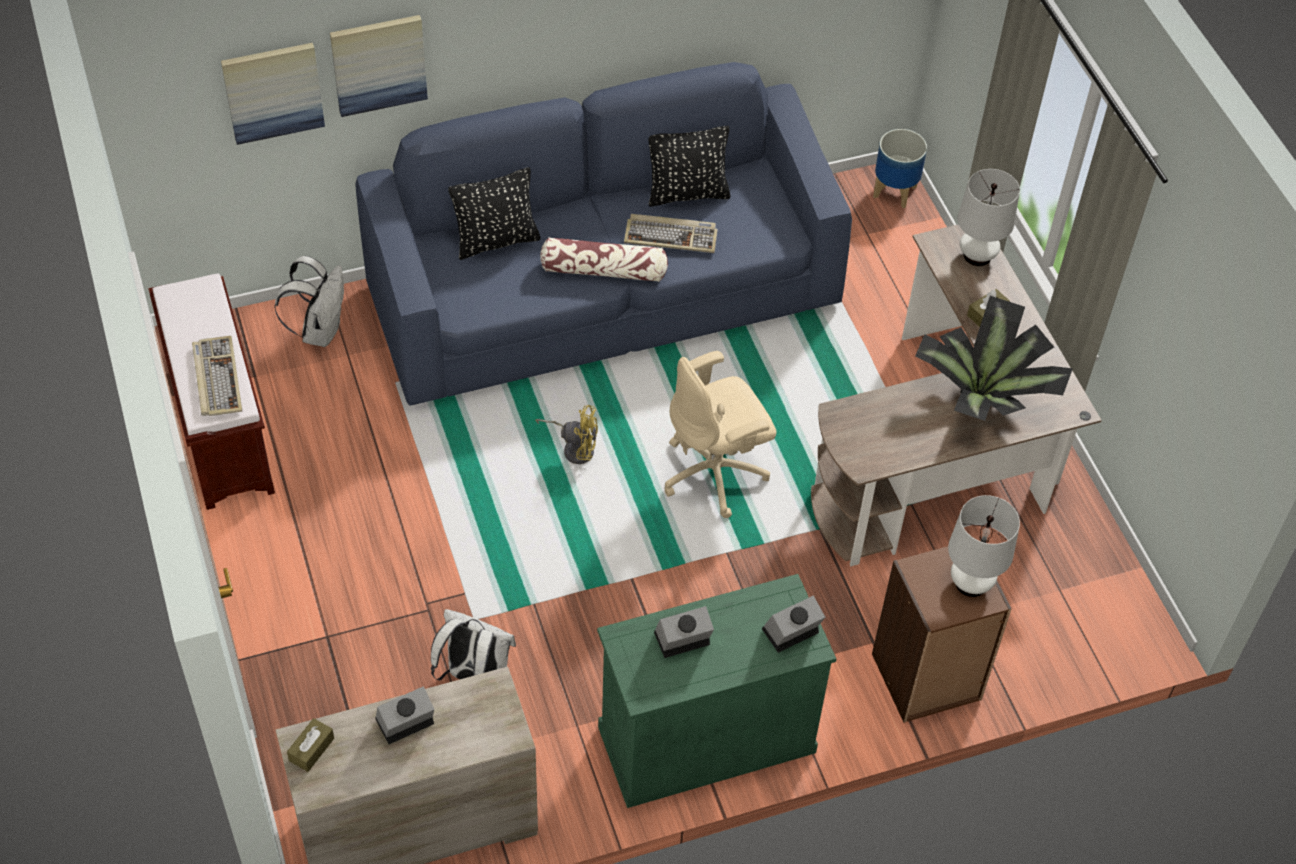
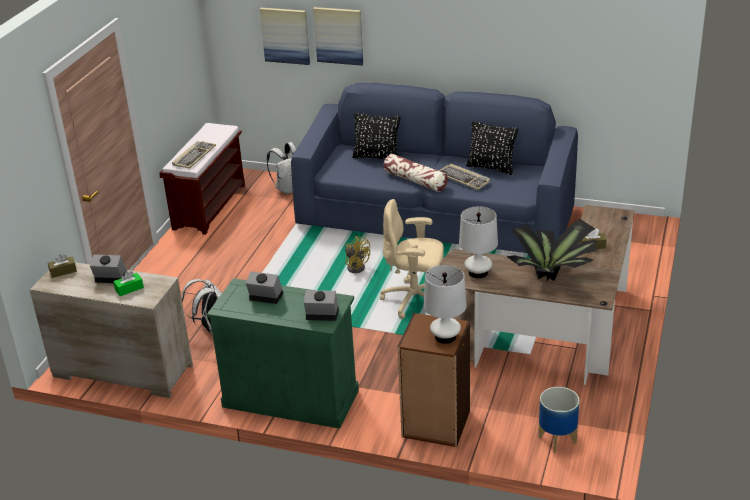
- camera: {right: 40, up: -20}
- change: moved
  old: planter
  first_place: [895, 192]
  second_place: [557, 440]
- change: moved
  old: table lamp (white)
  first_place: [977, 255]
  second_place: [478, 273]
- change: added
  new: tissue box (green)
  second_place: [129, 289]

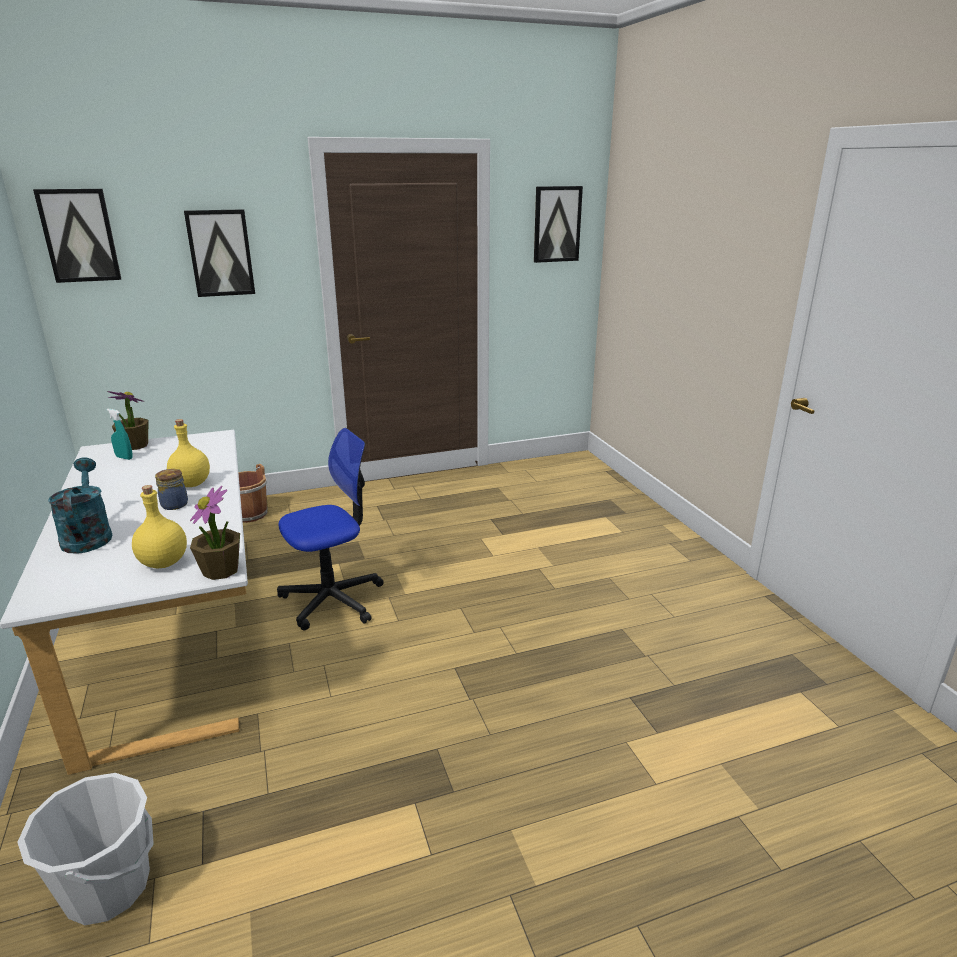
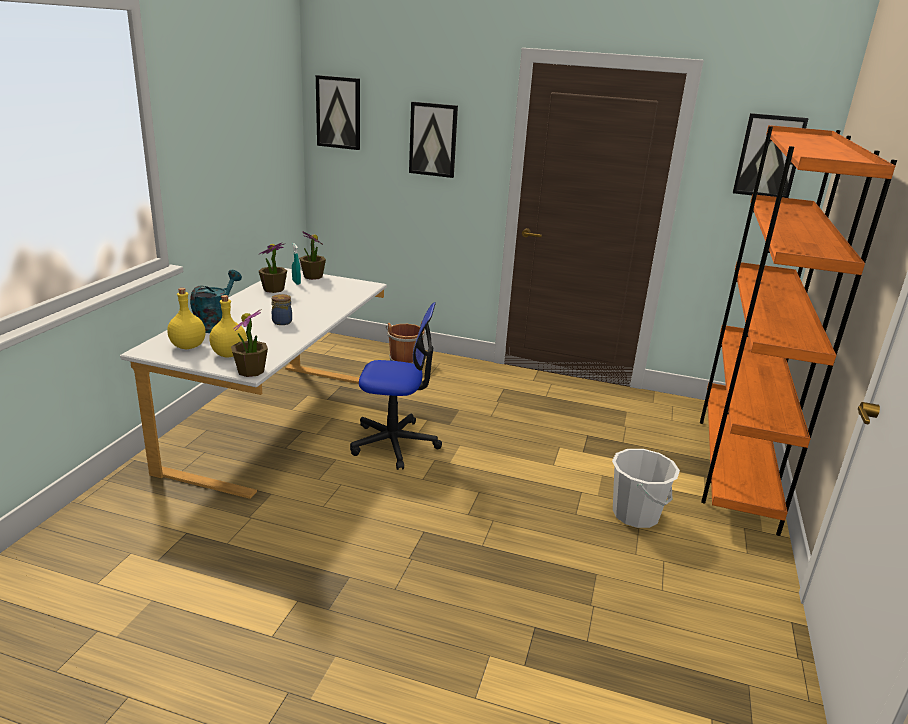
- camera: {right: 35, up: 0}
- change: moved
  old: bottle (yellow)
  first_place: [191, 484]
  second_place: [188, 346]
- change: moved
  old: bucket (white)
  first_place: [108, 888]
  second_place: [635, 515]
- change: added
  new: bookcase (orange)
  second_place: [735, 465]
- change: added
  new: potted plant
  second_place: [273, 289]

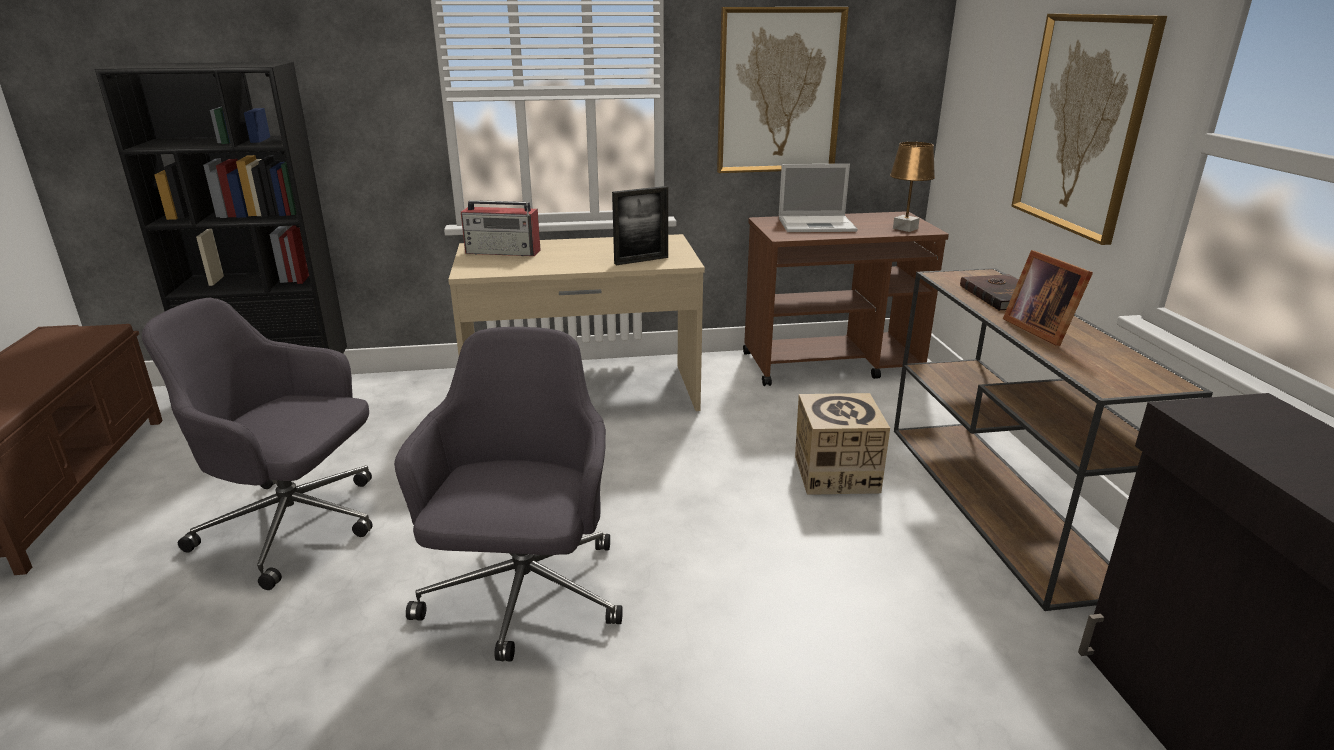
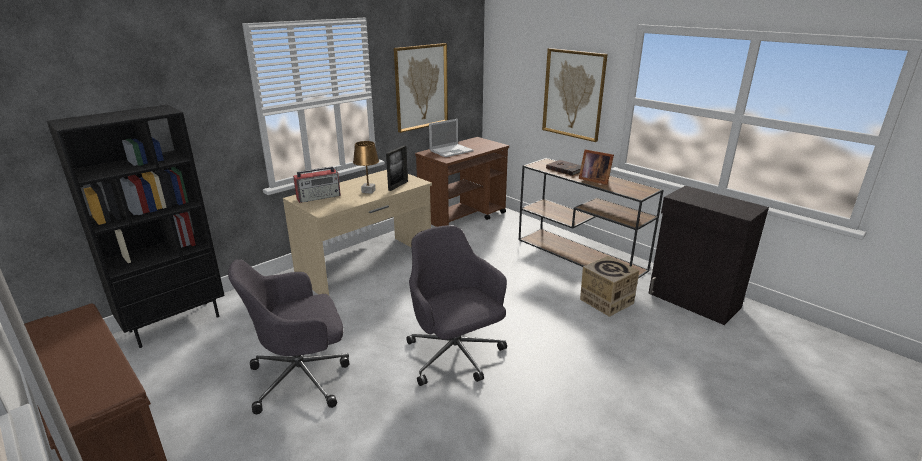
- camera: {right: -35, up: 0}
- change: moved
  old: table lamp (brown)
  first_place: [905, 228]
  second_place: [368, 191]
- change: moved
  old: cardboard box
  first_place: [835, 473]
  second_place: [606, 301]

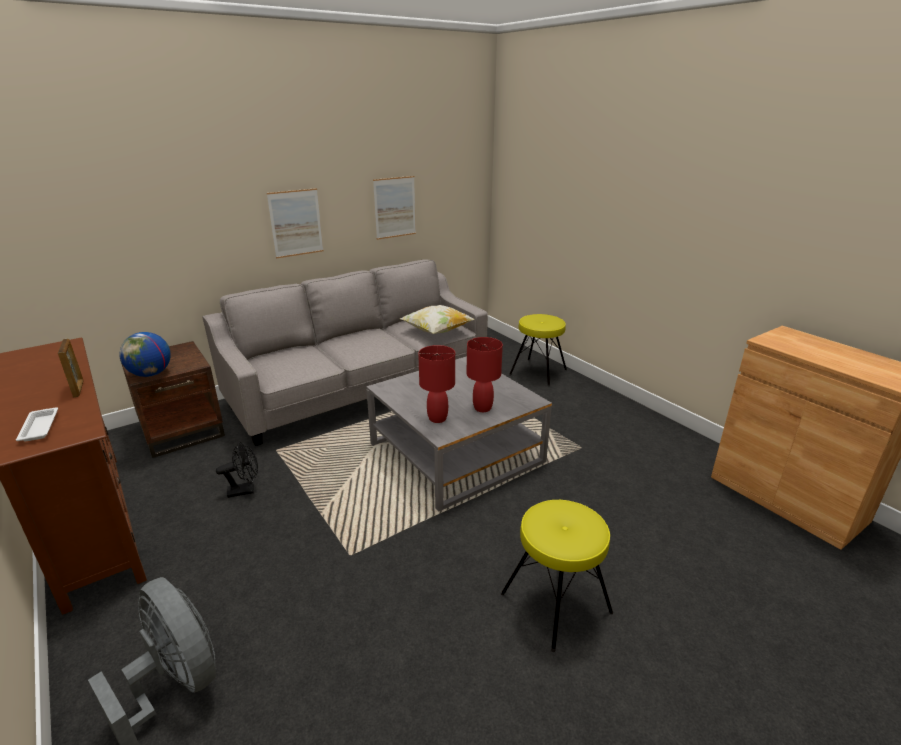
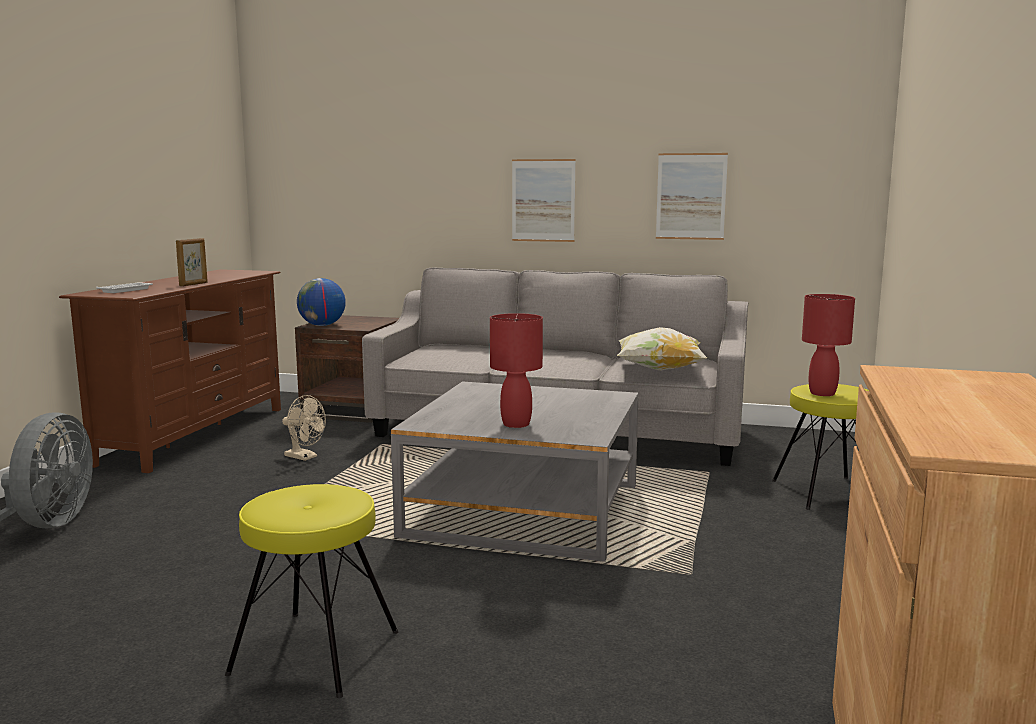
- camera: {right: 50, up: -15}
- change: moved
  old: table lamp (red)
  first_place: [437, 418]
  second_place: [821, 393]
- change: recoloured
  old: fan (black)
  new: fan (beige)
  first_place: [245, 490]
  second_place: [304, 457]

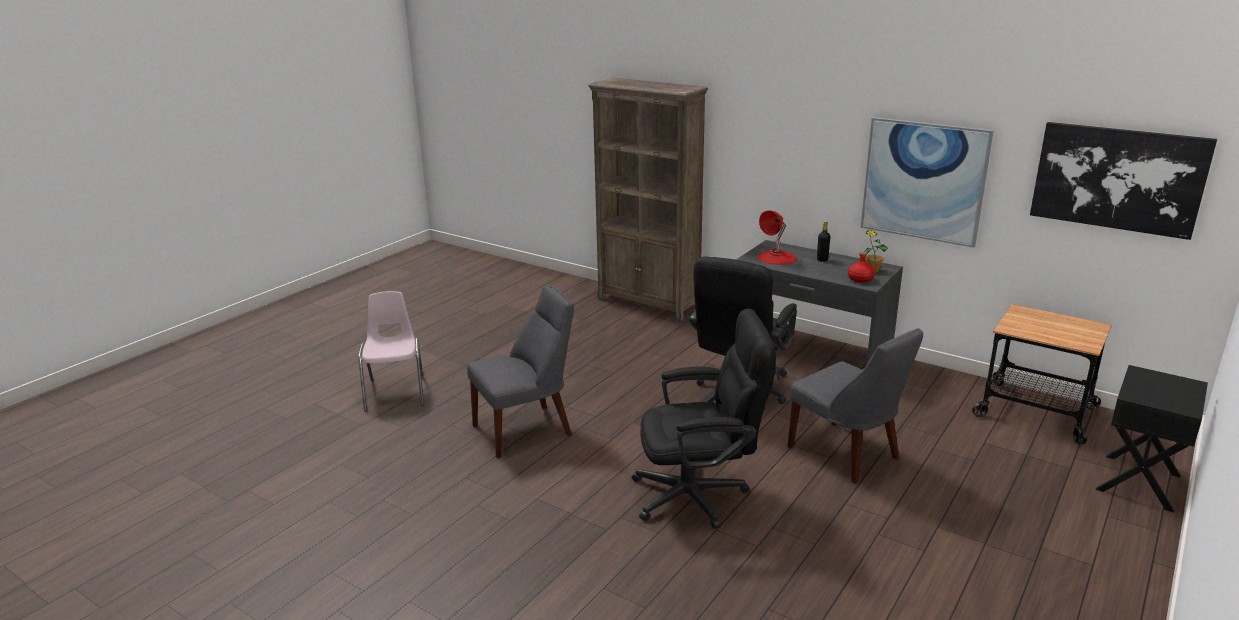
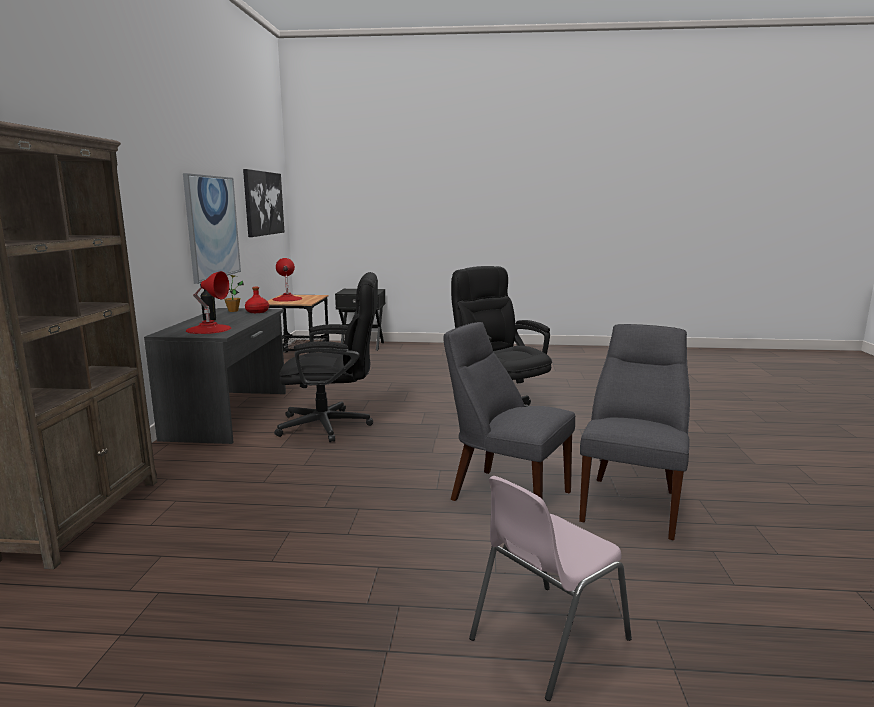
- camera: {right: -120, up: -10}
- change: moved
  old: chair (grey)
  first_place: [847, 455]
  second_place: [631, 503]
- change: added
  new: table lamp (red)
  second_place: [287, 299]

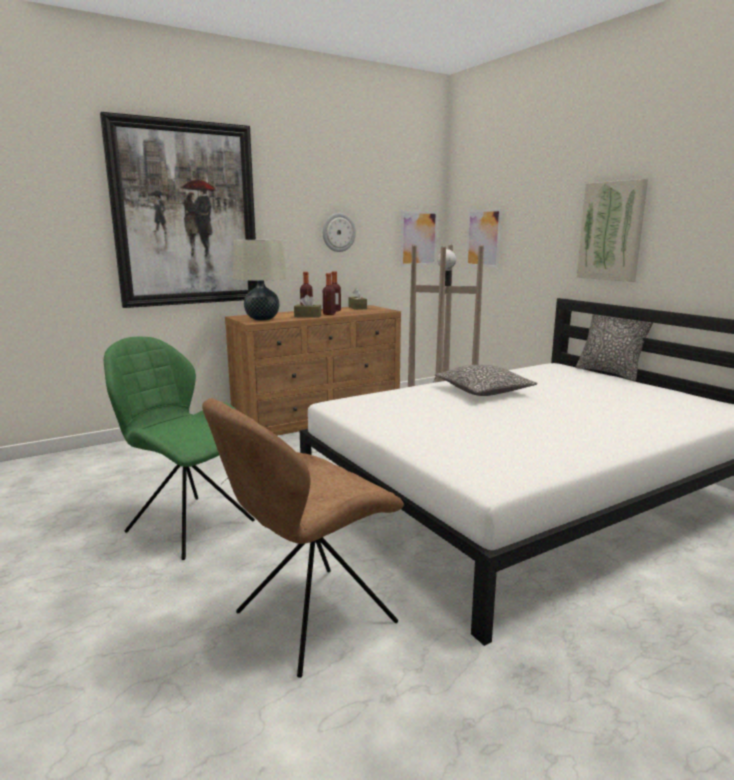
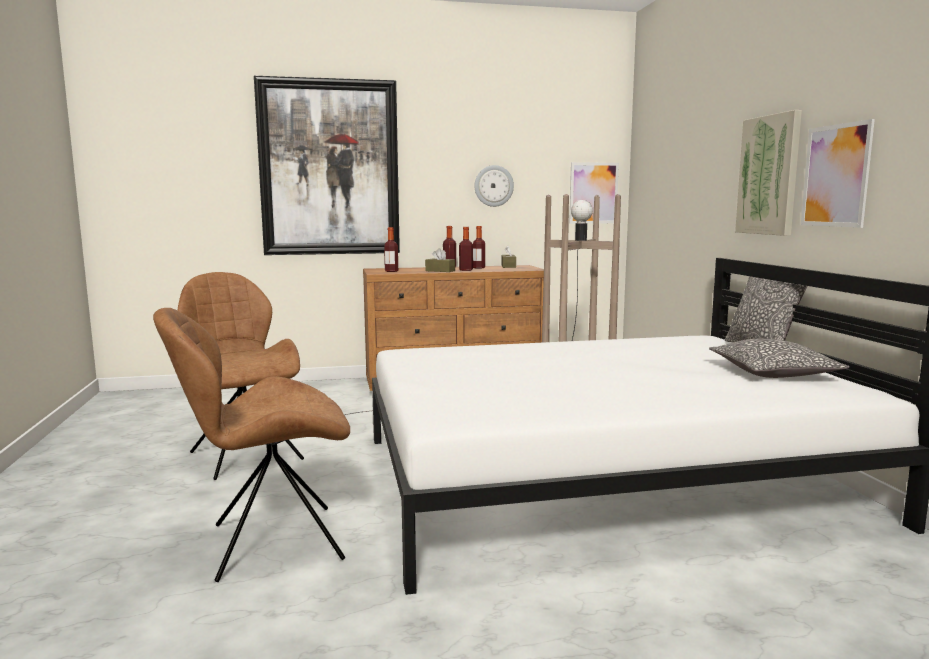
- camera: {right: 20, up: -5}
- change: moved
  old: picture
  first_place: [483, 238]
  second_place: [836, 175]
- change: replaced
  old: table lamp (beige)
  new: bottle
  first_place: [262, 319]
  second_place: [391, 271]
- change: recoloured
  old: chair (green)
  new: chair (brown)
  first_place: [187, 525]
  second_place: [245, 454]
- change: moved
  old: pillow
  first_place: [483, 391]
  second_place: [773, 373]

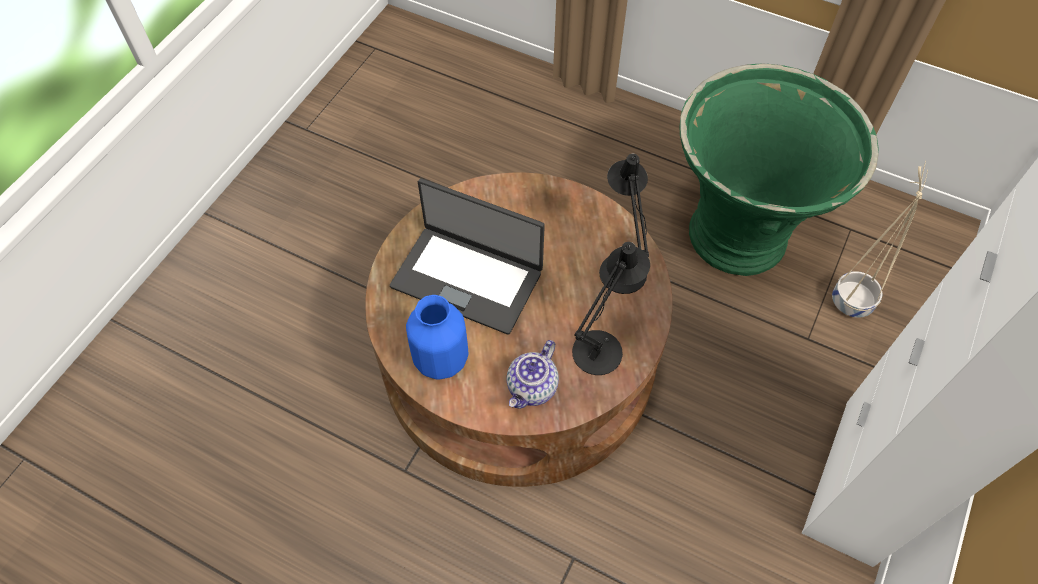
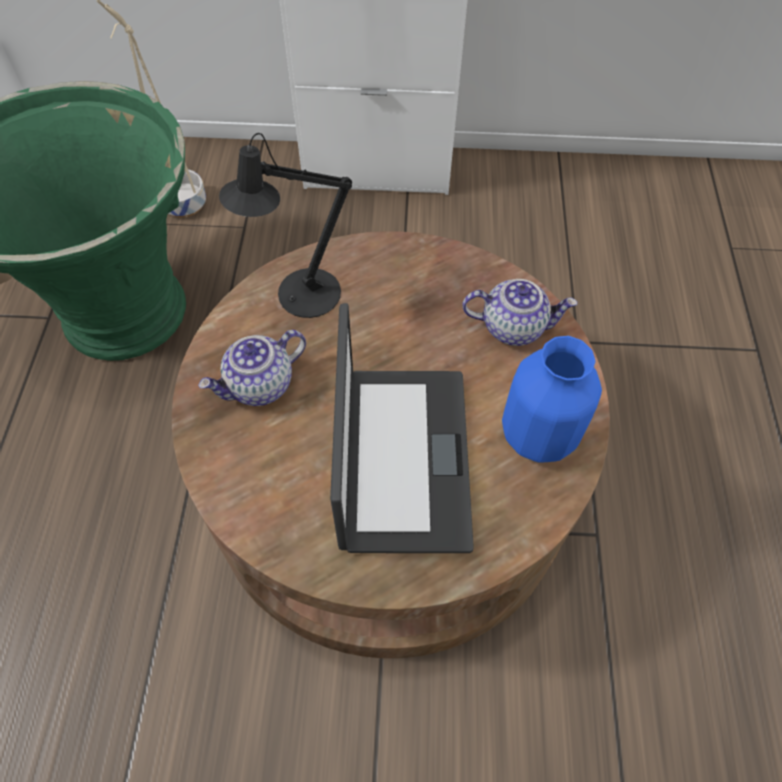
- camera: {right: -115, up: 0}
- change: removed
  old: table lamp (black)
  first_place: [601, 347]
- change: added
  new: teapot
  second_place: [260, 385]

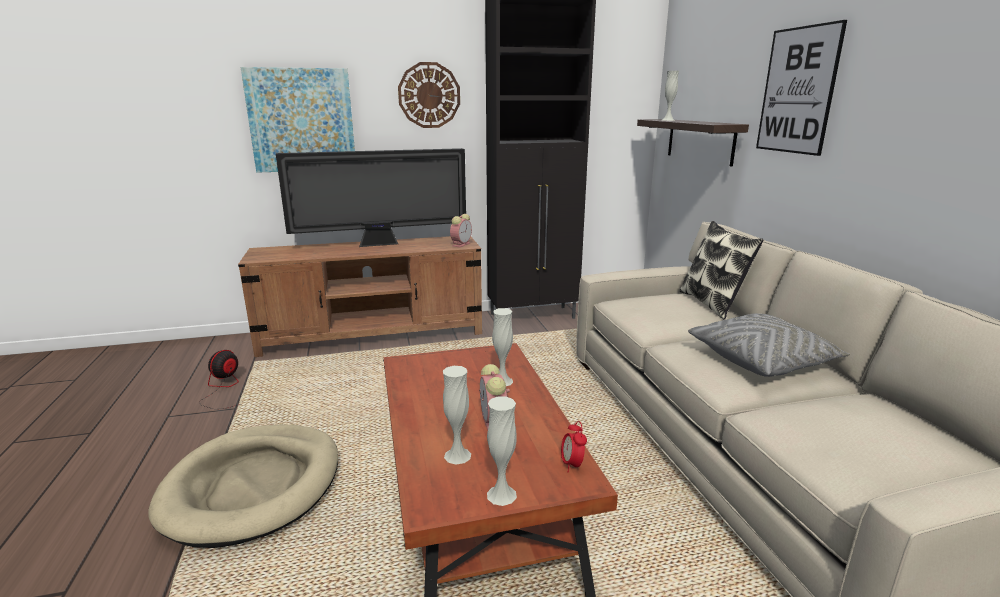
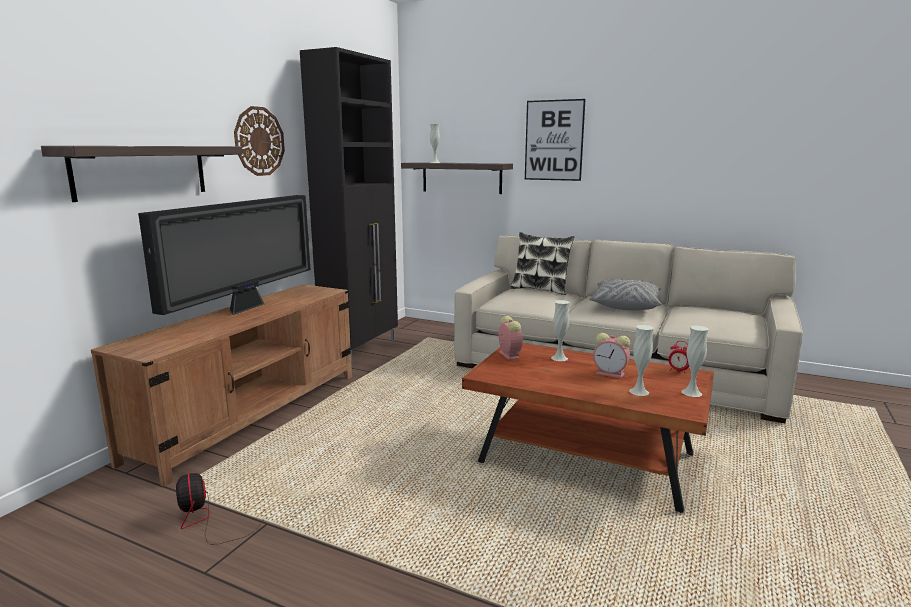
- camera: {right: -50, up: -5}
- change: replaced
  old: picture
  new: shelf
  first_place: [302, 120]
  second_place: [141, 171]
- change: moved
  old: alarm clock
  first_place: [461, 244]
  second_place: [508, 355]
- change: removed
  old: dog bed (beige)
  first_place: [254, 486]

